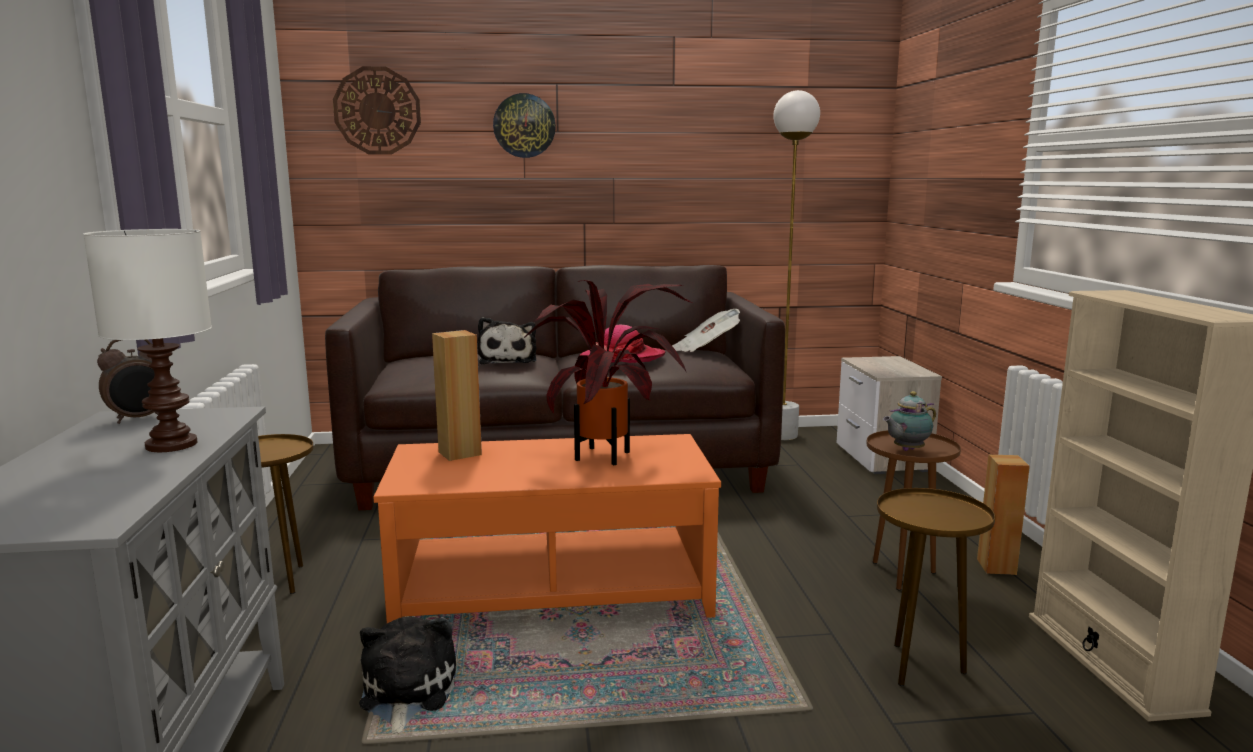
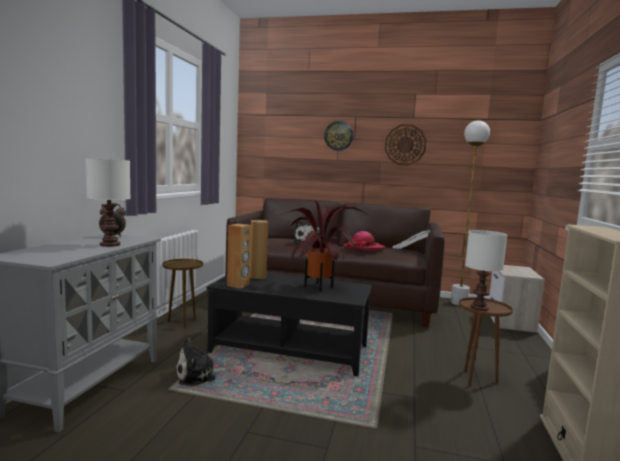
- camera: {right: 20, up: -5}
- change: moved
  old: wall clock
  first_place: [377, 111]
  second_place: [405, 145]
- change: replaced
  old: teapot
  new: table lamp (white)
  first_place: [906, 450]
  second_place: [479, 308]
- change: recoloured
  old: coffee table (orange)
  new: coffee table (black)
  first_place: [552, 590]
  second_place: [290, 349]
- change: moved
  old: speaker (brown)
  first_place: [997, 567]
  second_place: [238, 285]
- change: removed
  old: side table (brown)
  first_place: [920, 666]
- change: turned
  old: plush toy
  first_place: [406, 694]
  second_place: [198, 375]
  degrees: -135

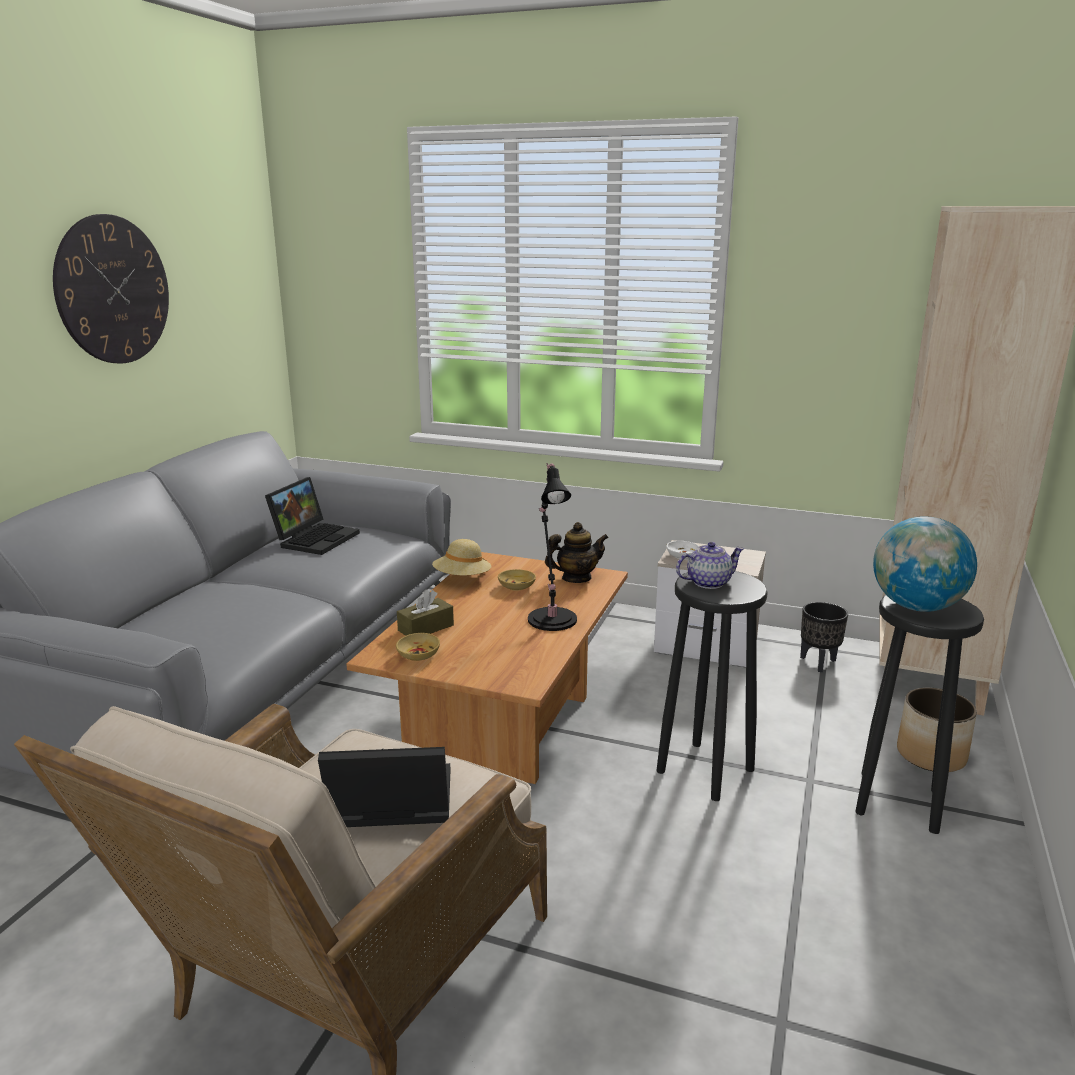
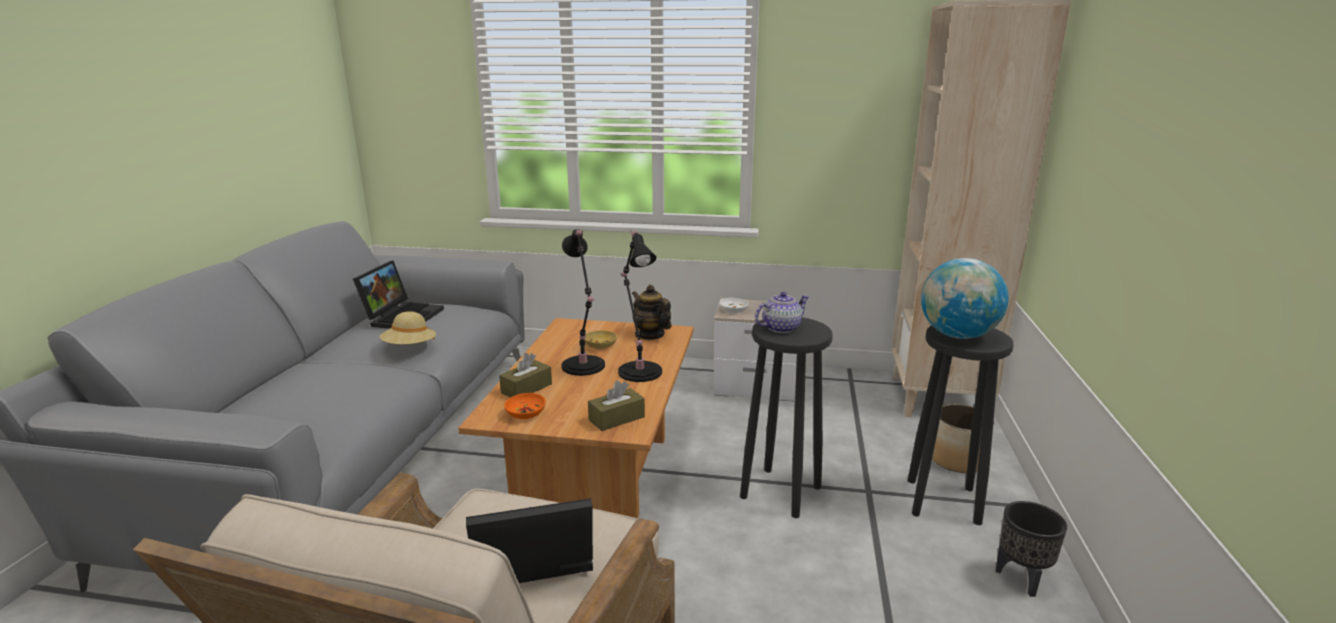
- camera: {right: -10, up: 0}
- change: removed
  old: wall clock
  first_place: [113, 290]
- change: turned
  old: teapot
  first_place: [576, 578]
  second_place: [651, 335]
  degrees: -105
- change: moved
  old: hat (beige)
  first_place: [462, 579]
  second_place: [410, 347]
- change: moved
  old: planter (black)
  first_place: [819, 663]
  second_place: [1022, 579]
- change: recoloured
  old: bowl (beige)
  new: bowl (orange)
  first_place: [419, 655]
  second_place: [526, 414]
- change: added
  new: table lamp (black)
  second_place: [583, 367]
- change: added
  new: tissue box (brown)
  second_place: [616, 418]

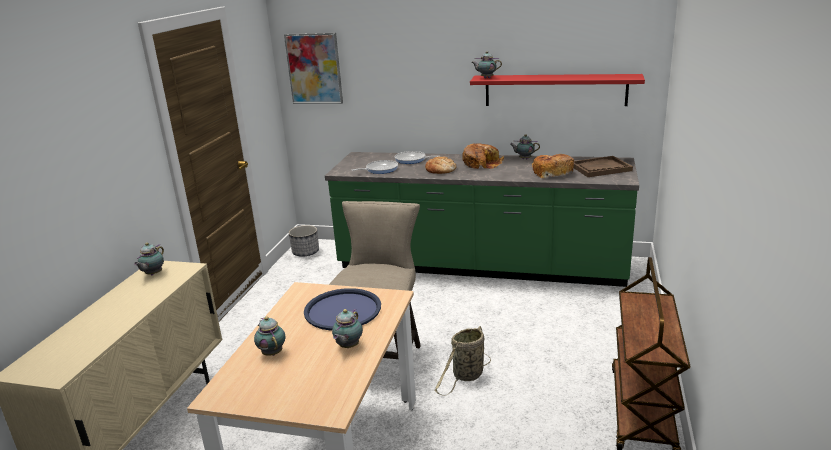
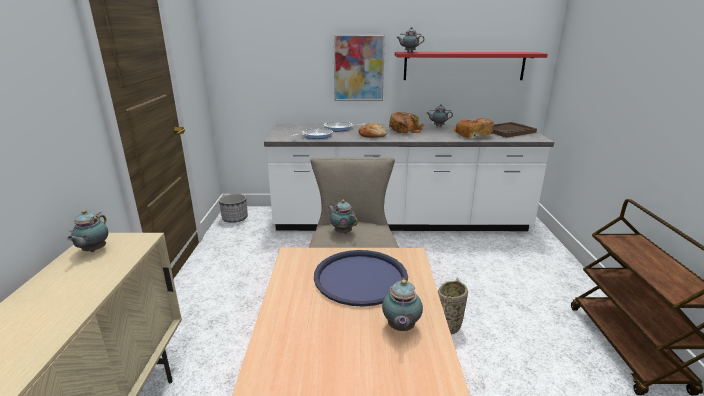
- camera: {right: -15, up: 0}
- change: moved
  old: picture
  first_place: [314, 68]
  second_place: [358, 68]
- change: recoloured
  old: counter (green)
  new: counter (white)
  first_place: [480, 266]
  second_place: [399, 221]
- change: moved
  old: teapot
  first_place: [272, 352]
  second_place: [342, 232]

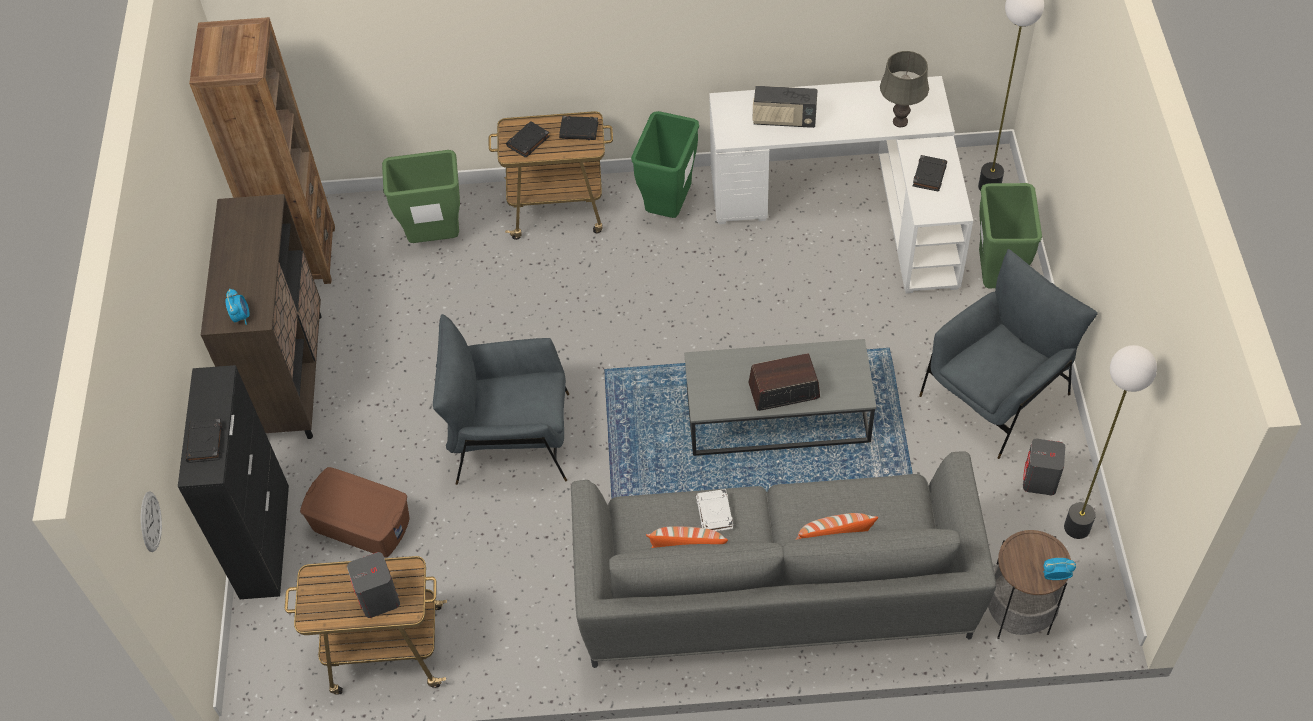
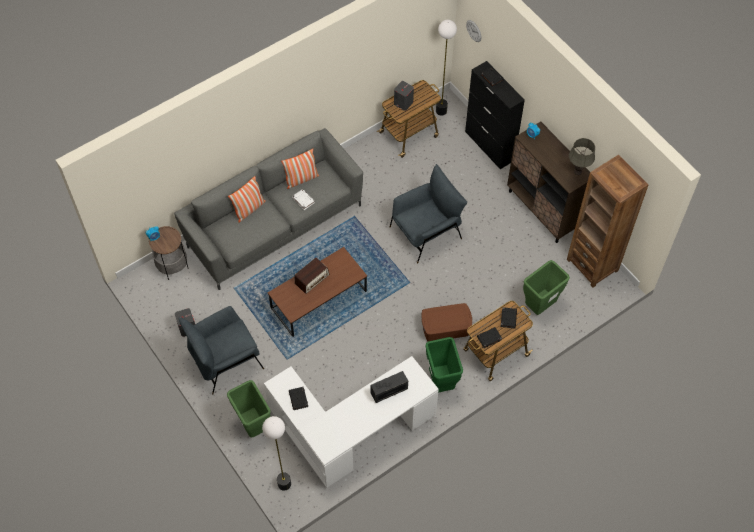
- camera: {right: 145, up: 5}
- change: moved
  old: table lamp (grey)
  first_place: [900, 122]
  second_place: [578, 171]
- change: turned
  old: armchair (grey)
  first_place: [996, 394]
  second_place: [225, 360]
  degrees: 45
- change: recoloured
  old: coffee table (grey)
  new: coffee table (brown)
  first_place: [777, 416]
  second_place: [319, 300]
- change: moved
  old: floor lamp
  first_place: [1077, 527]
  second_place: [441, 111]
- change: moved
  old: storage box (brown)
  first_place: [361, 523]
  second_place: [446, 328]

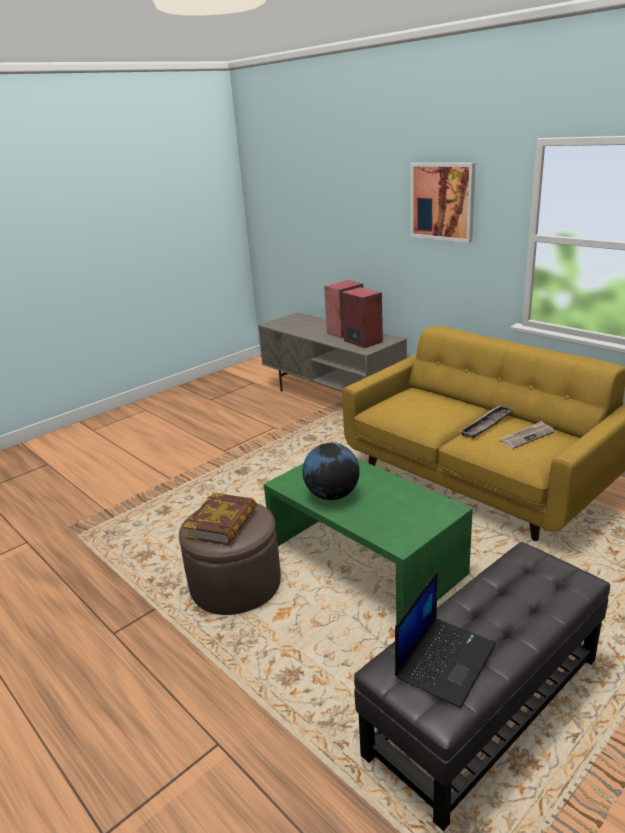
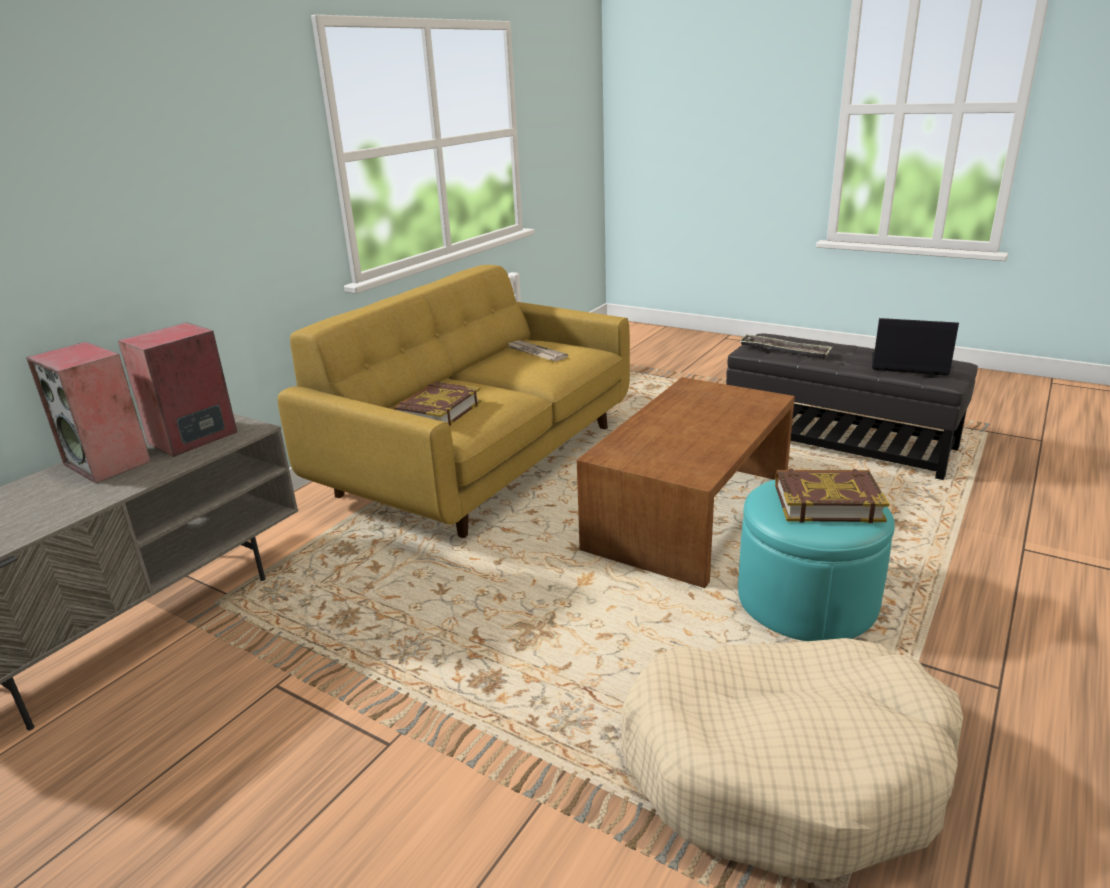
- camera: {right: -105, up: 0}
- change: removed
  old: picture
  first_place: [442, 201]
- change: moved
  old: tray
  first_place: [487, 425]
  second_place: [784, 351]
- change: removed
  old: globe
  first_place: [332, 495]
- change: recoloured
  old: coffee table (green)
  new: coffee table (brown)
  first_place: [365, 558]
  second_place: [689, 511]
- change: recoloured
  old: ottoman (brown)
  new: ottoman (turquoise)
  first_place: [235, 583]
  second_place: [807, 599]
- change: added
  new: book
  second_place: [437, 411]
- change: added
  new: dog bed (beige)
  second_place: [787, 769]

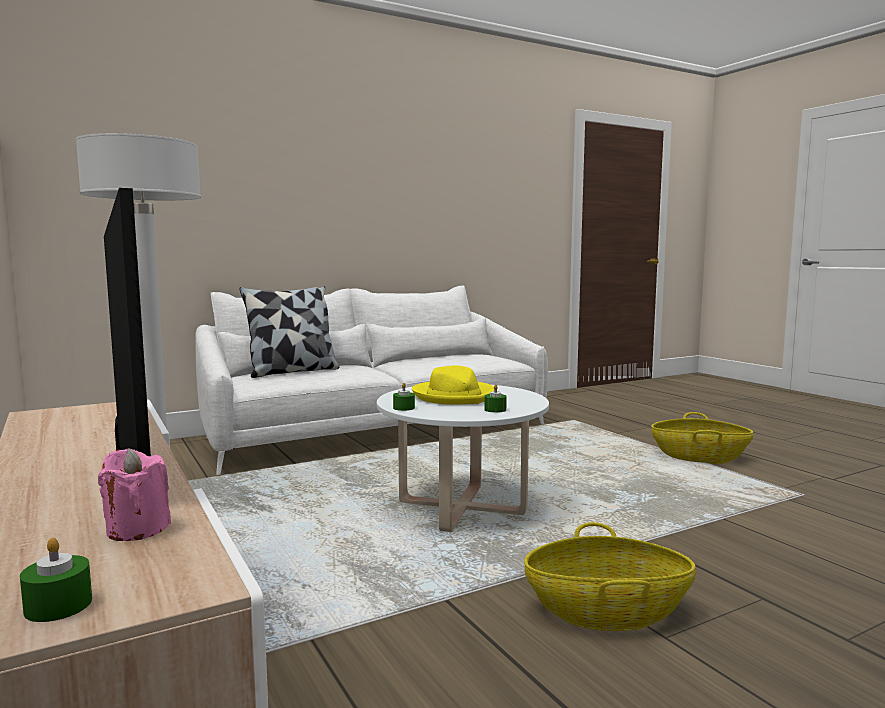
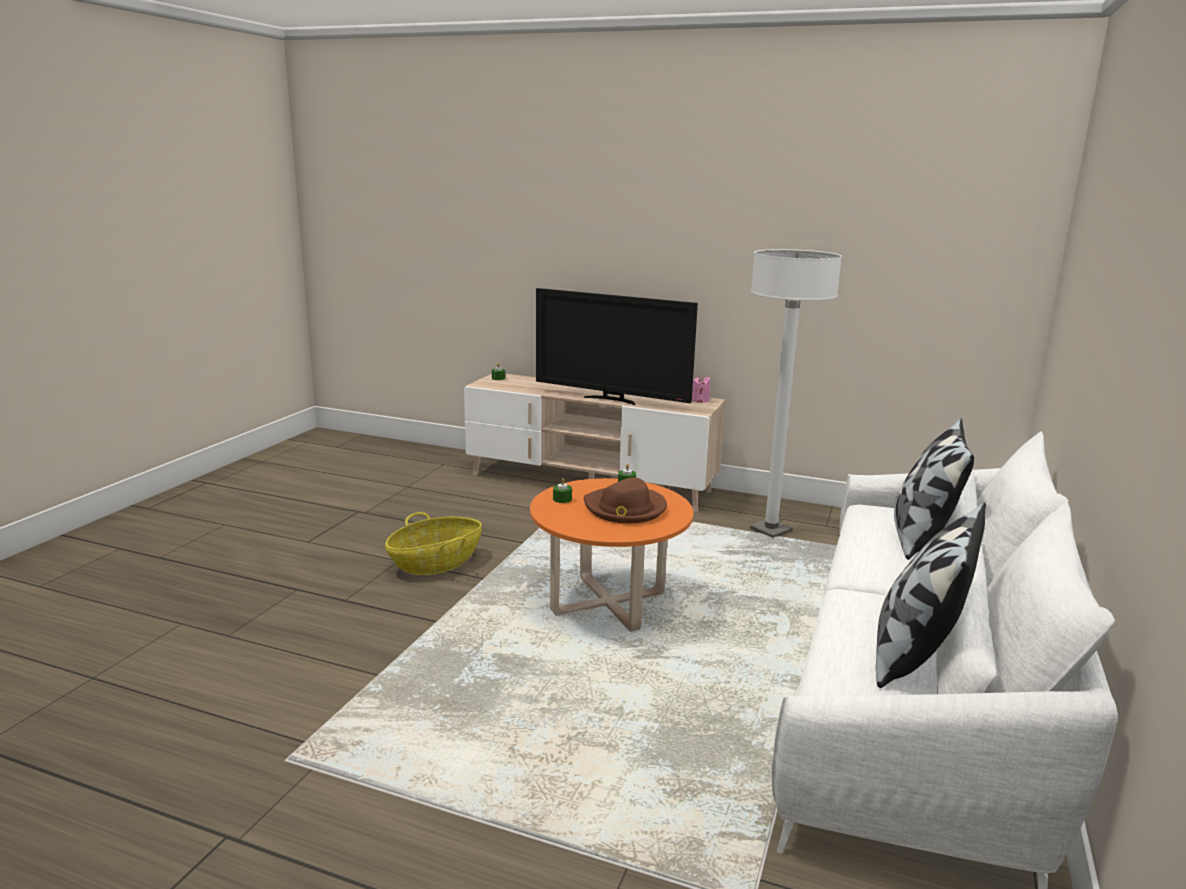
- camera: {right: 140, up: 10}
- change: recoloured
  old: hat (yellow)
  new: hat (brown)
  first_place: [454, 396]
  second_place: [625, 509]
- change: recoloured
  old: coffee table (white)
  new: coffee table (orange)
  first_place: [462, 508]
  second_place: [608, 603]
- change: removed
  old: basket
  first_place: [699, 457]
- change: moved
  old: candle (pink)
  first_place: [137, 529]
  second_place: [700, 400]
- change: added
  new: pillow
  second_place: [916, 655]

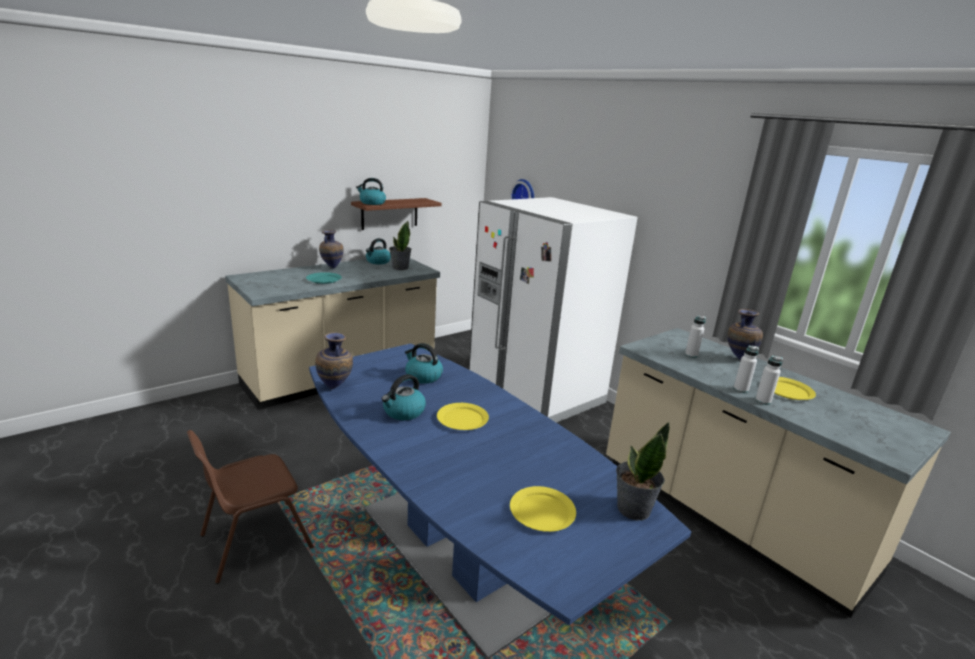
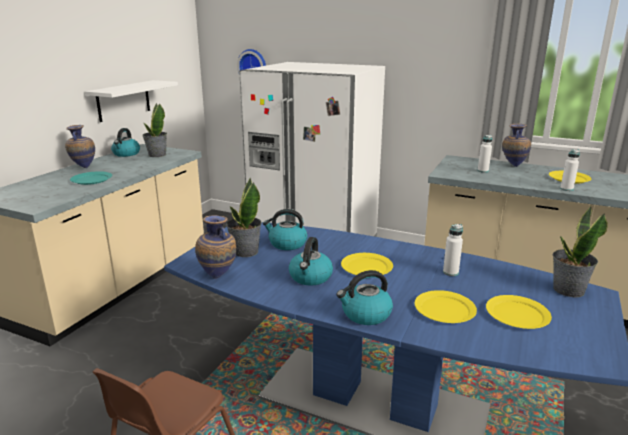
- camera: {right: -25, up: 0}
- change: moved
  old: kettle
  first_place: [372, 203]
  second_place: [365, 314]
- change: recoloured
  old: shelf (brown)
  new: shelf (white)
  first_place: [389, 213]
  second_place: [123, 100]
- change: moved
  old: bottle (white)
  first_place: [740, 390]
  second_place: [450, 272]
- change: added
  new: potted plant
  second_place: [245, 252]
- change: added
  new: plate (yellow)
  second_place: [444, 309]

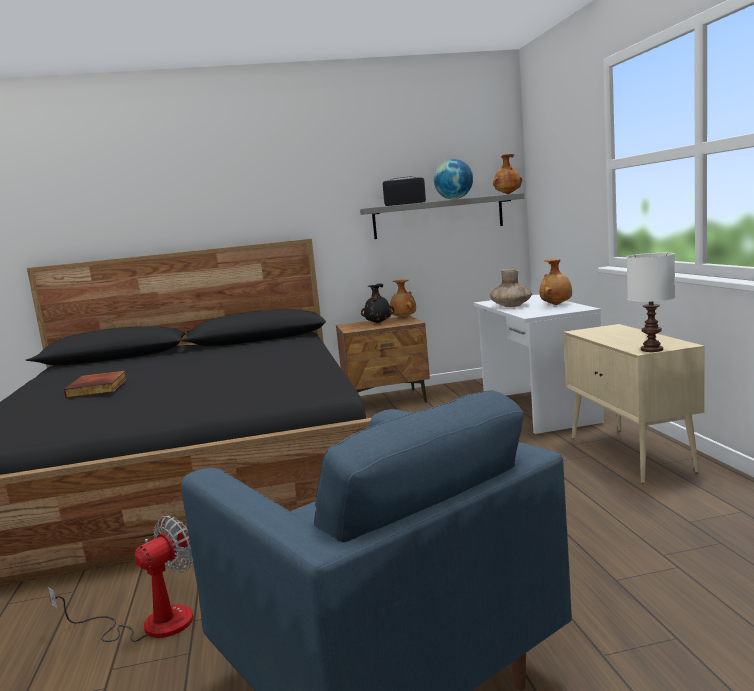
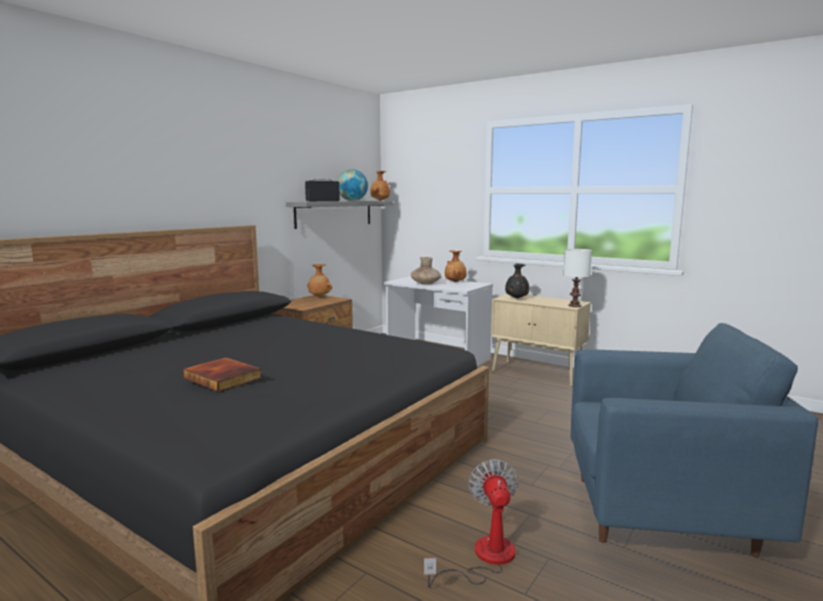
- camera: {right: -45, up: 0}
- change: moved
  old: vase (black)
  first_place: [378, 323]
  second_place: [516, 298]

